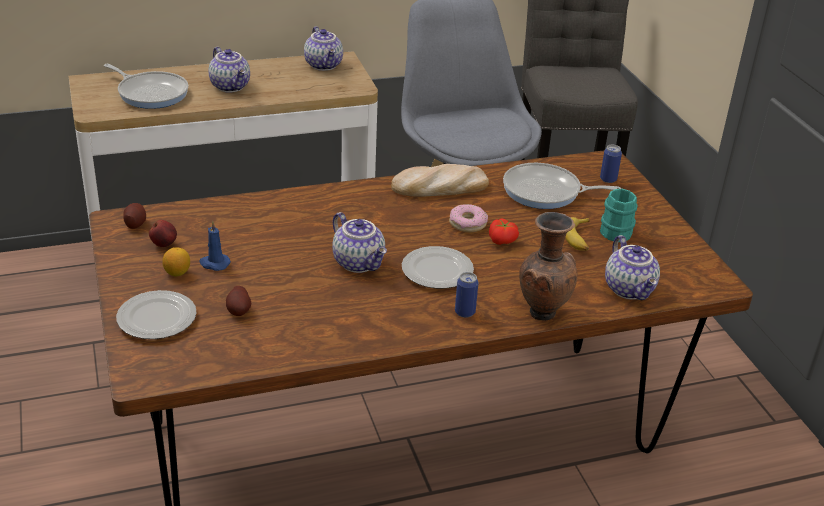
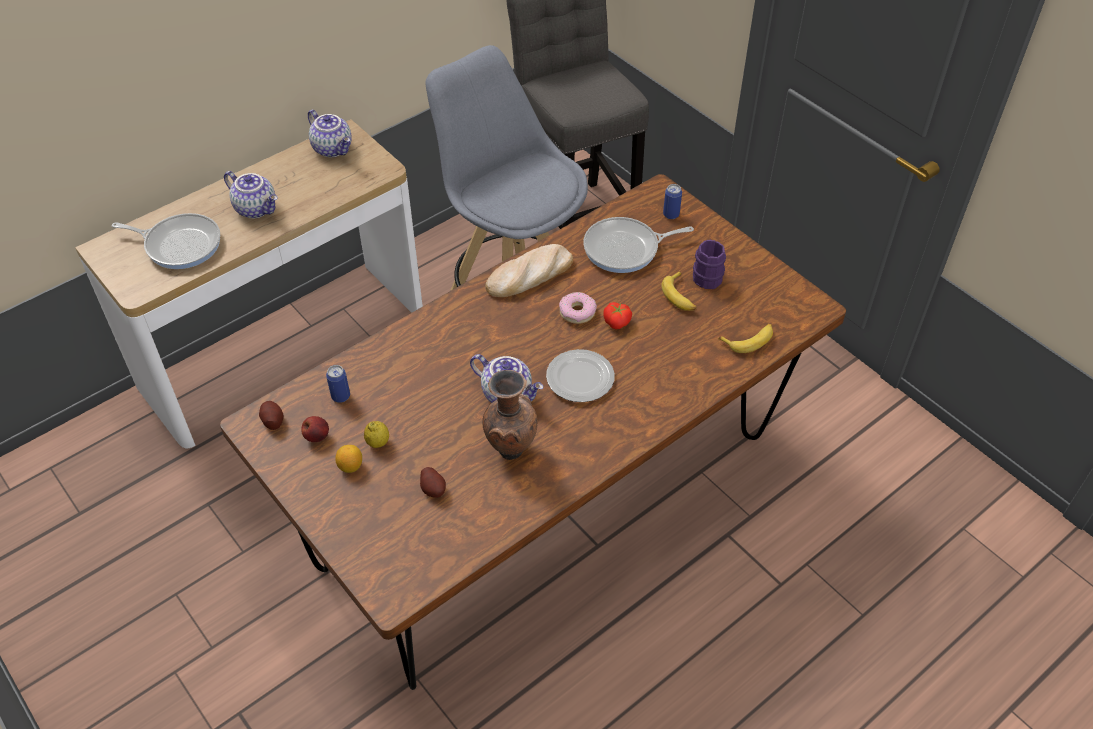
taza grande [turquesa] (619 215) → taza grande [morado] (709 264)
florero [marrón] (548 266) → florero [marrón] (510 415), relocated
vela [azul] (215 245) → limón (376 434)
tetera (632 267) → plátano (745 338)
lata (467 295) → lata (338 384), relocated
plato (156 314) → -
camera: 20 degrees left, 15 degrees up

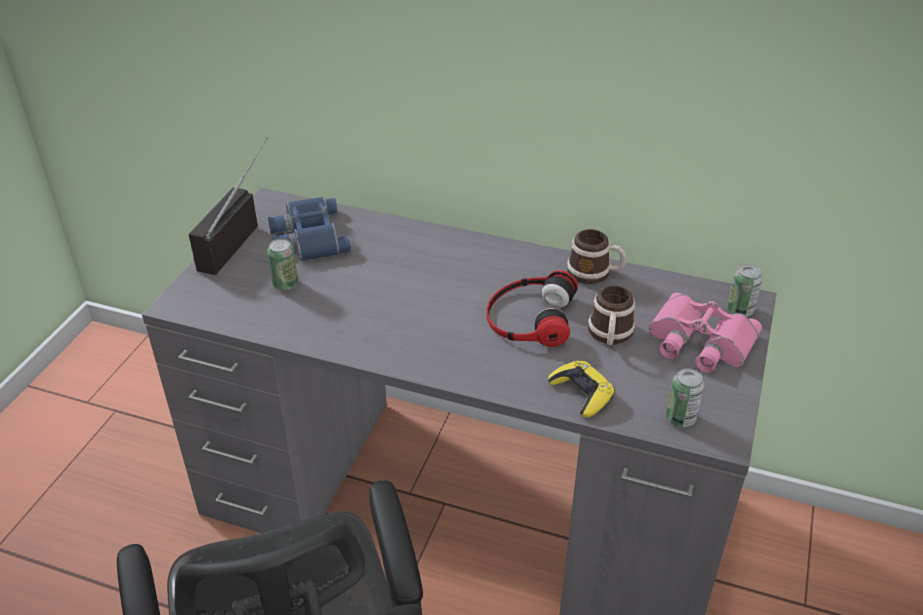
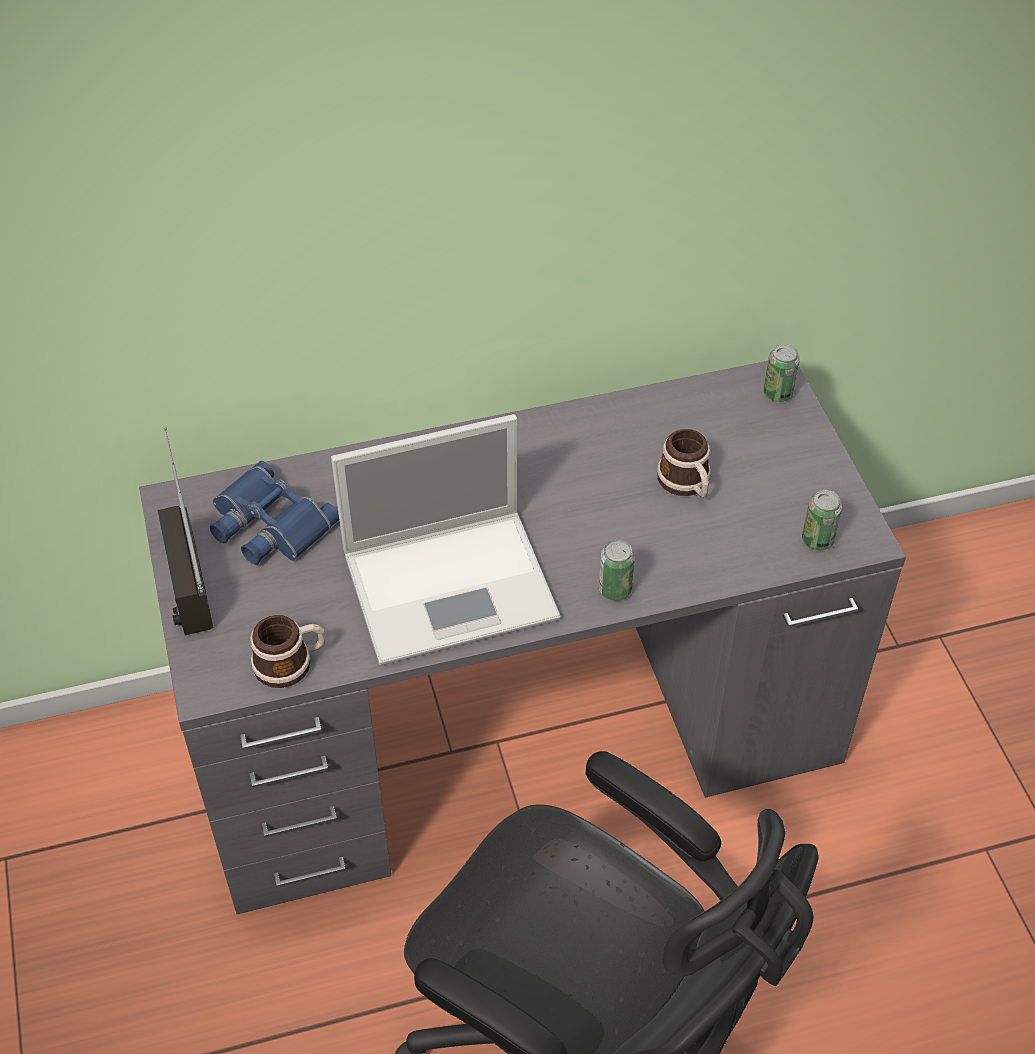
taza grande (596 256) → taza grande (288 651), relocated
lata (282 264) → lata (617 570), relocated
auriculares (532 308) → -
prismáticos [rosa] (705 333) → -
mando de consola [amarillo] (581 389) → -
- → portátil (446 540)
camera: 35 degrees left, 10 degrees up

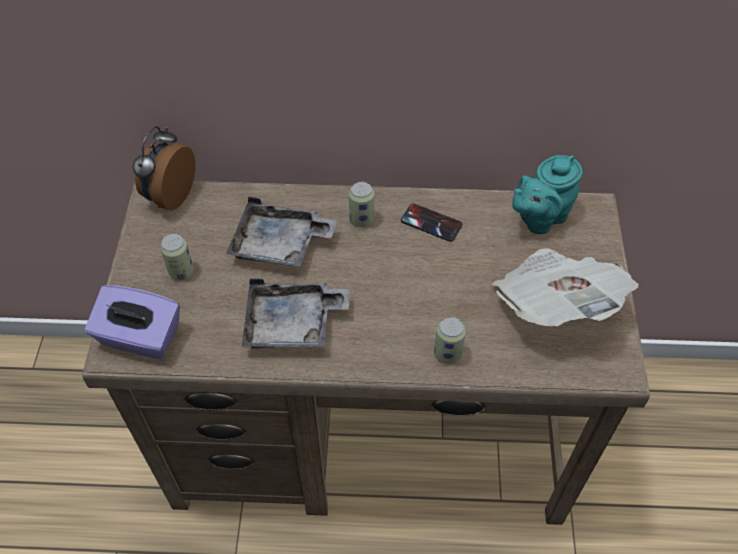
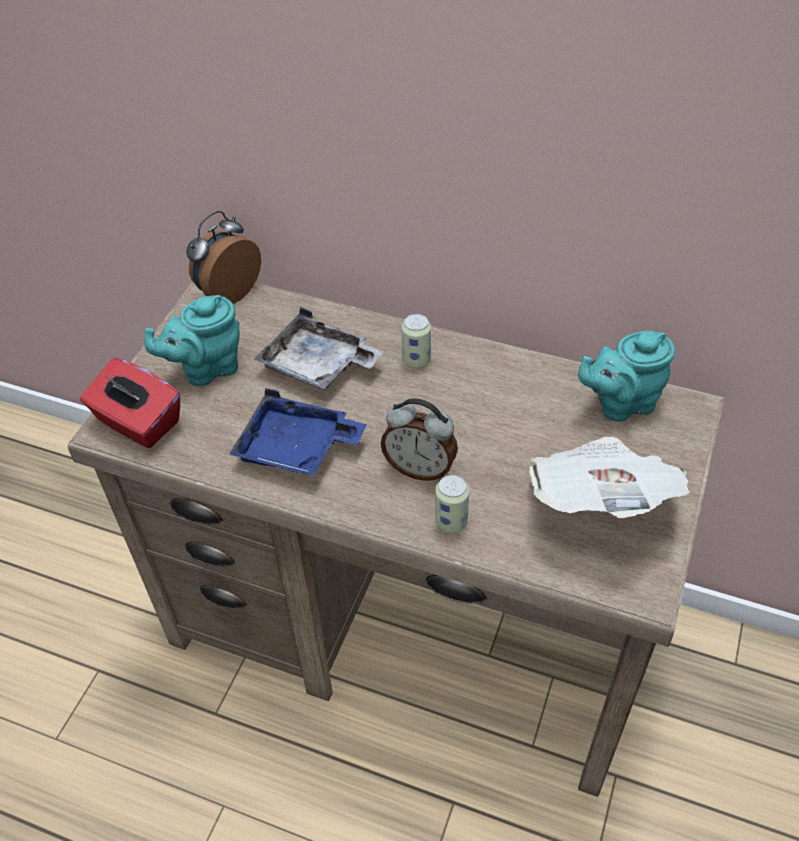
móvil (432 222) → -
lata (177 257) → tetera [turquesa] (192 340)
bandeja [gris] (296 313) → bandeja [azul] (298 432)
caja de pañuelos [morado] (132 322) → caja de pañuelos [rojo] (130 403)
- → despertador (419 439)
camera: 20 degrees right, 5 degrees down

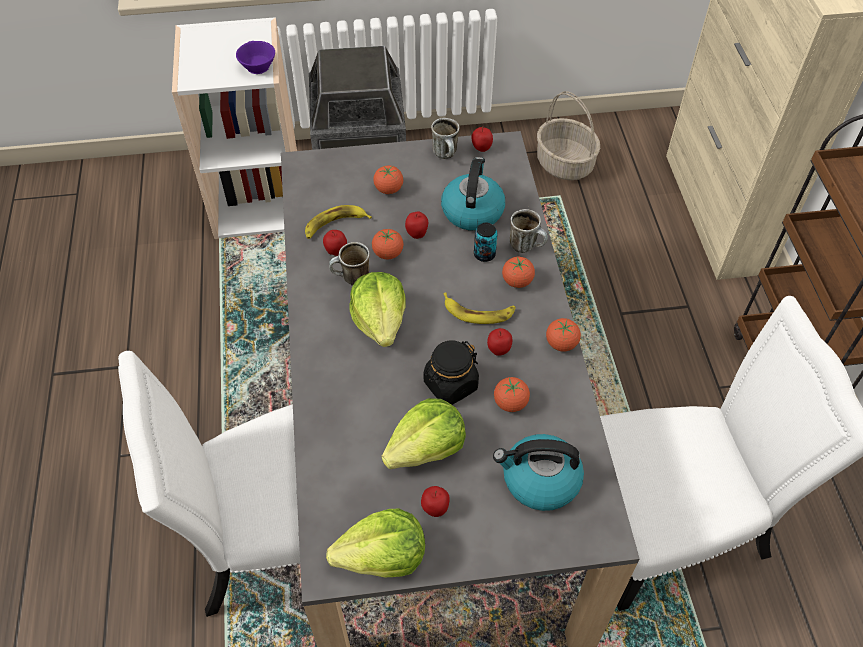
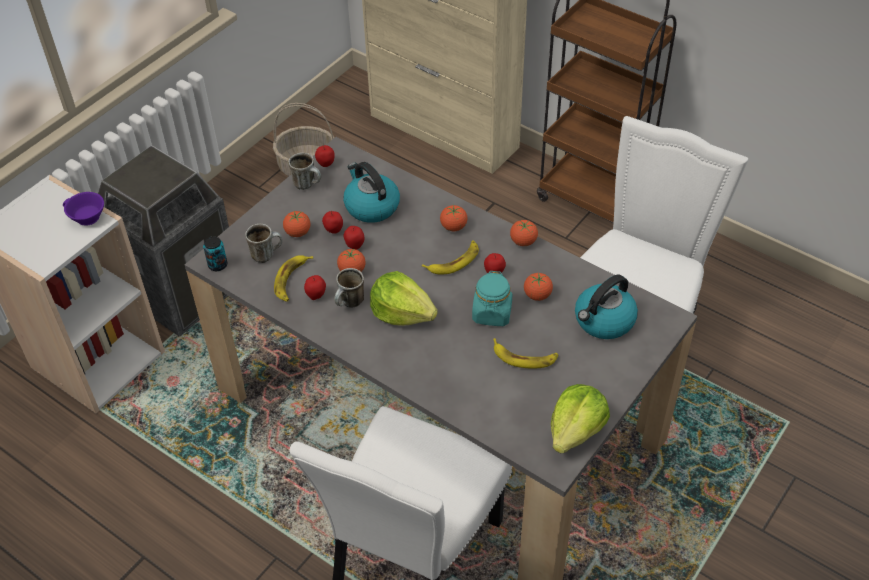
taza grande (529 231) → taza grande (264 243), relocated
lata (486 242) → lata (215 253), relocated
tarro [negro] (451 373) → tarro [turquesa] (492 298)
lechuga (423 433) → plátano (525 353)
manzana (435 501) → manzana (332 222), relocated
camera: 45 degrees left, 5 degrees down

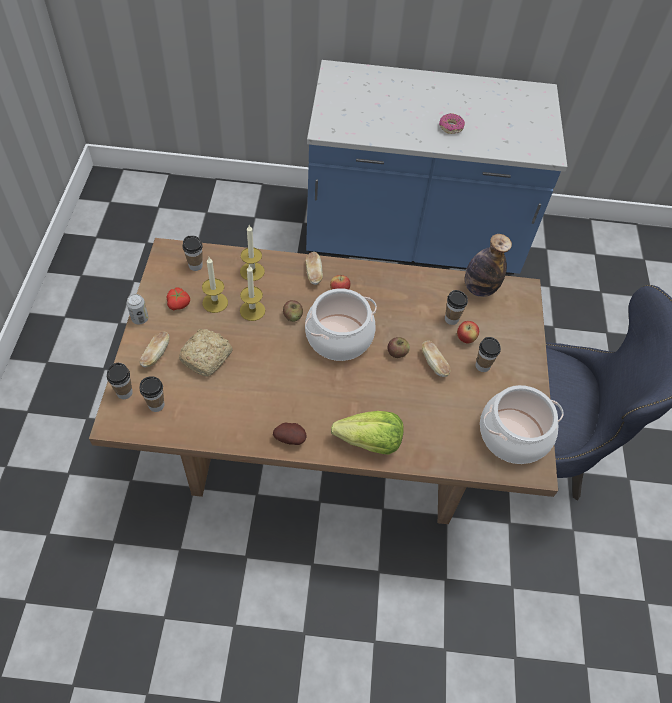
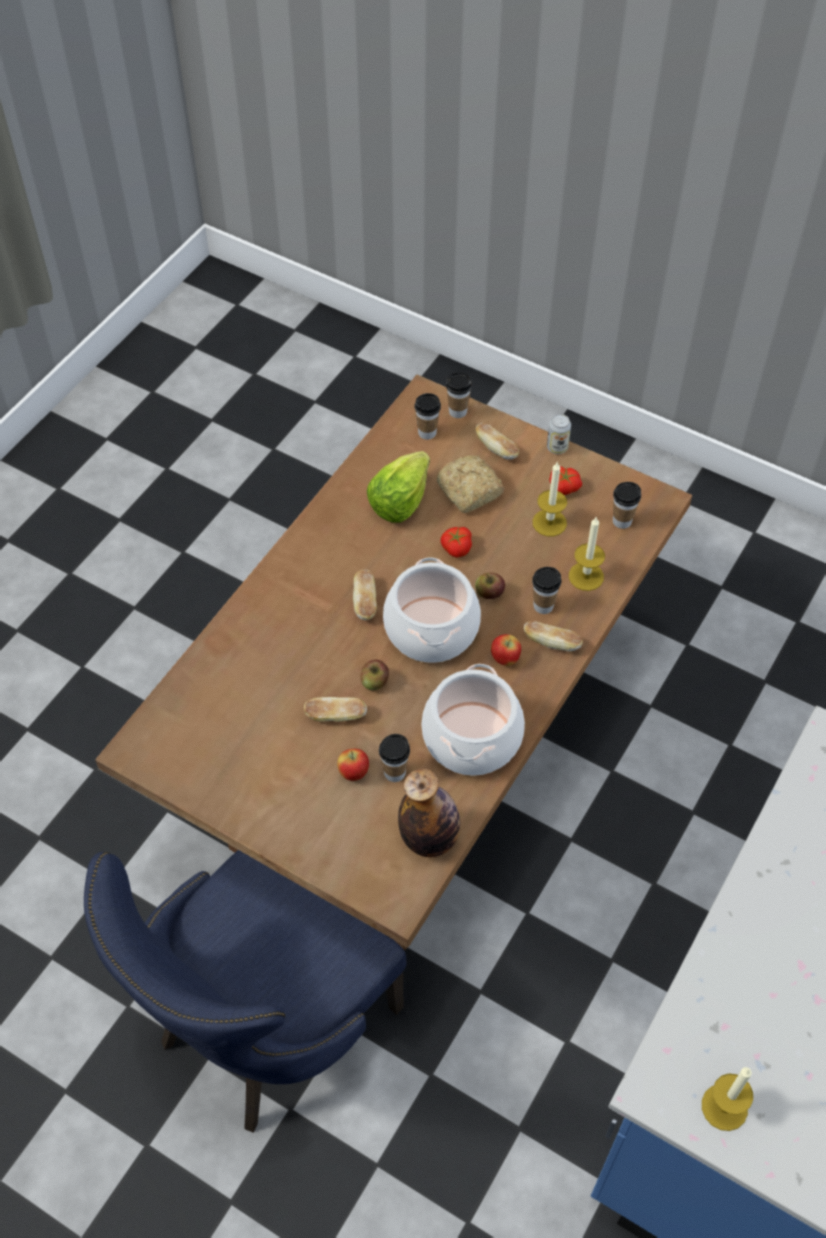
rosquilla (452 123) → -
vela (252 293) → vela (727 1099), relocated
taza (488 354) → taza (546 590), relocated
olla (522 424) → olla (473 720), relocated
lechuga (367 433) → lechuga (398 487), relocated
patata (290 433) → -
- → tomate (456 542)
- → pan (365 595)
camera: 120 degrees right, 0 degrees up

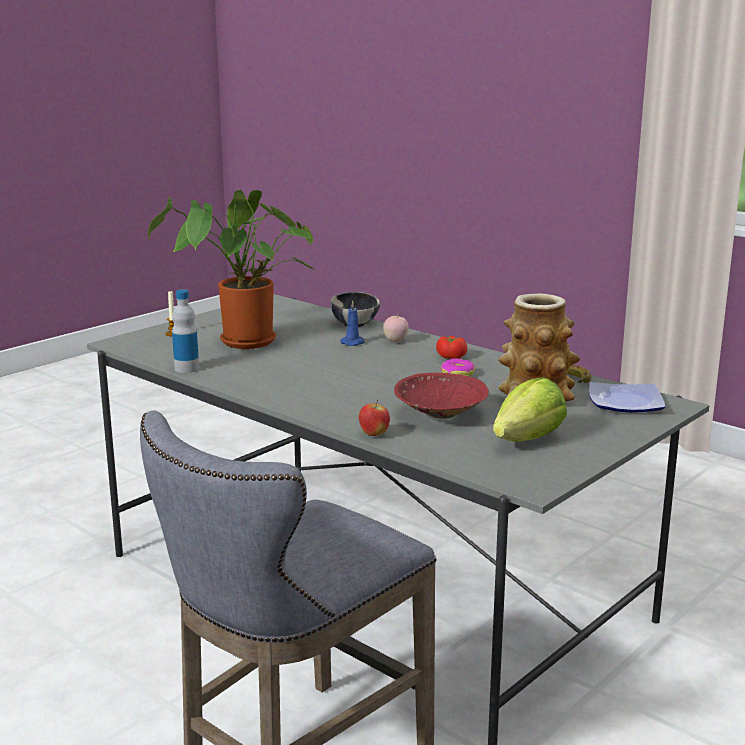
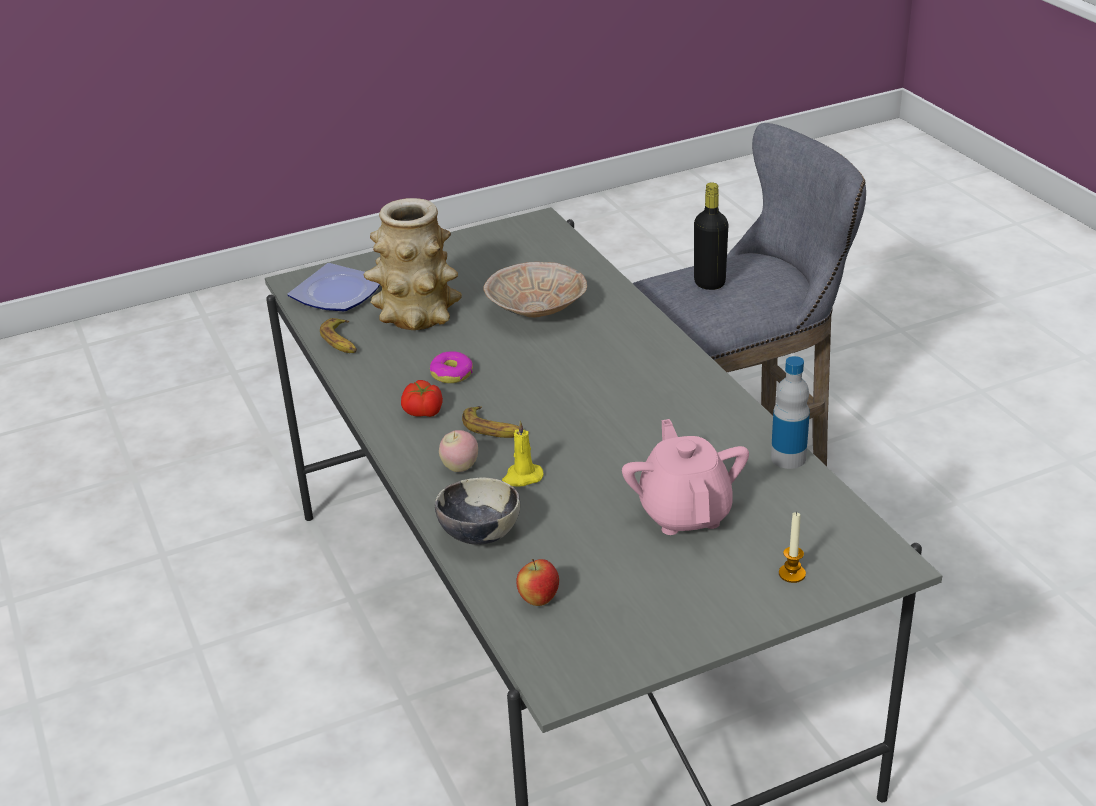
planta en maceta (232 269) → tetera [rosa] (685 477)
vela [azul] (352 323) → vela [amarillo] (523 454)
cuenco [rojo] (441 396) → cuenco [beis] (535 290)
lechuga (530 409) → -
manzana (374 418) → manzana (537 582), relocated
- → botella [negro] (711 236)
- → plátano (490 422)
camera: 155 degrees left, 15 degrees up

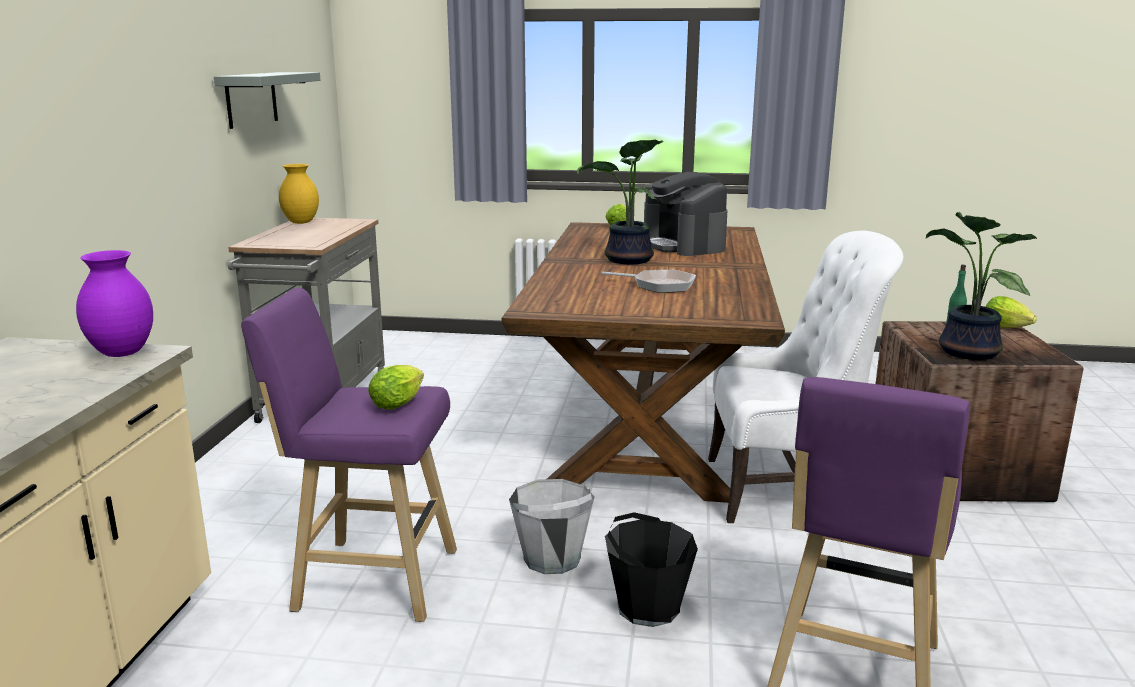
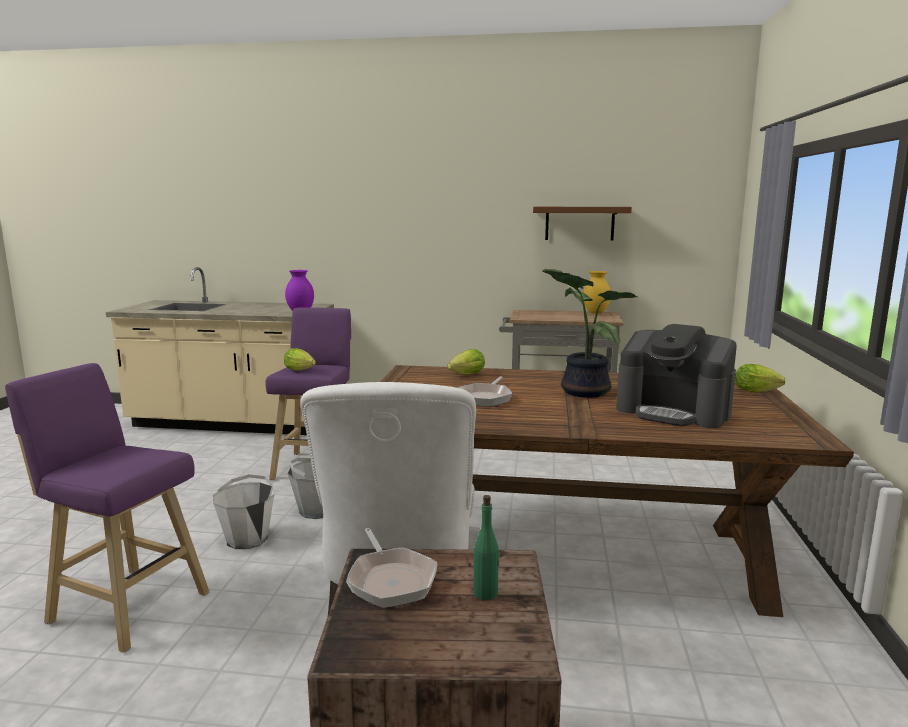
estante [gris] (267 100) → estante [marrón] (582 224)
cafetera (685 214) → cafetera (676 376), 120 degrees counterclockwise
planta en maceta (981 286) → sartén (391 568)
lechuga (1011 312) → lechuga (466 362), relocated
cubo [negro] (651 569) → cubo [blanco] (243 511)
camera: 90 degrees right, 5 degrees down

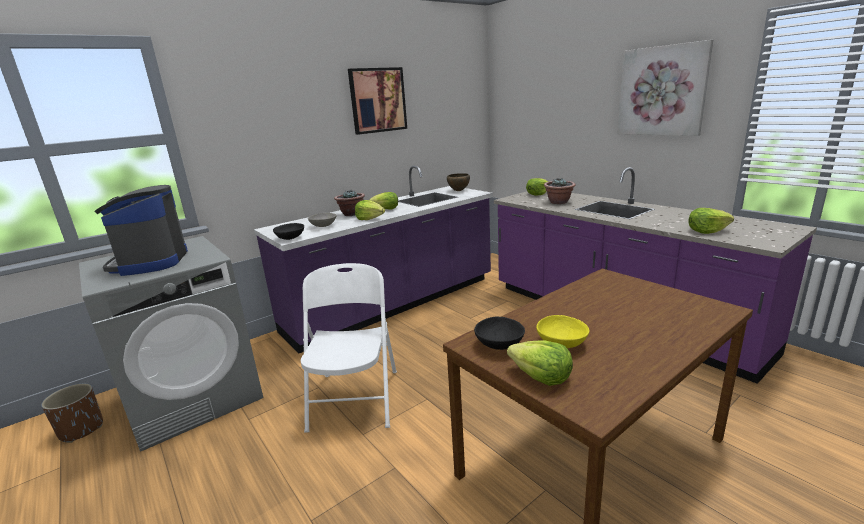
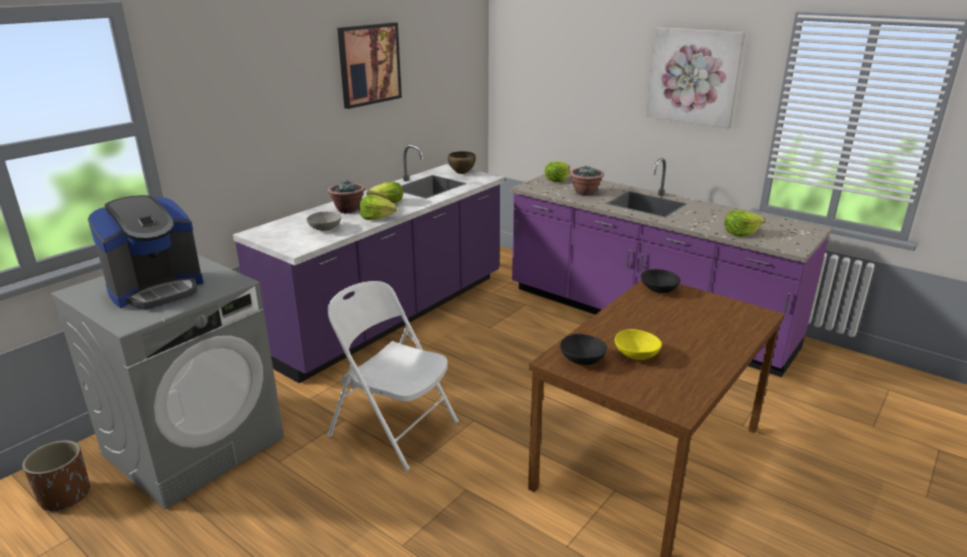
cafetera (141 230) → cafetera (145 252), 105 degrees counterclockwise
cuenco [negro] (288 231) → cuenco [negro] (661 281), relocated
silla [blanco] (349 348) → silla [blanco] (393 376), 45 degrees counterclockwise
lechuga (540 363) → -
camera: 15 degrees left, 5 degrees up

